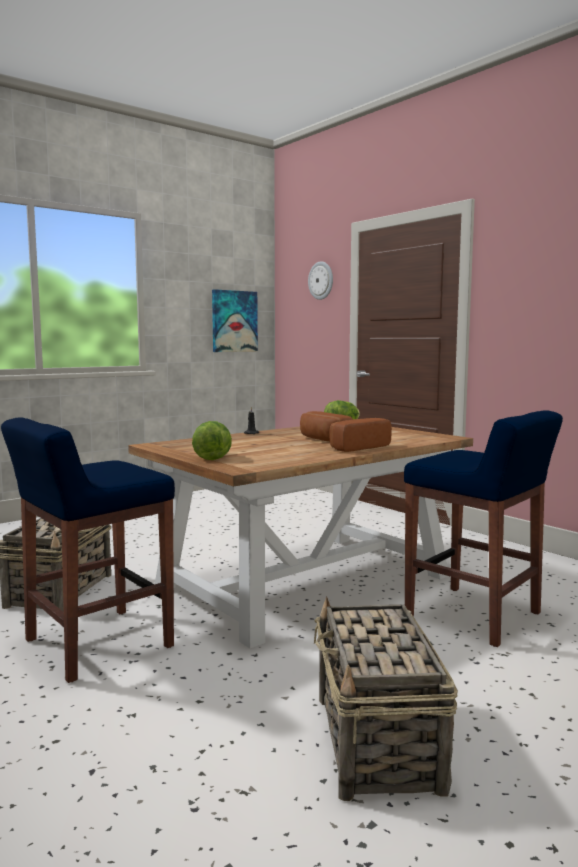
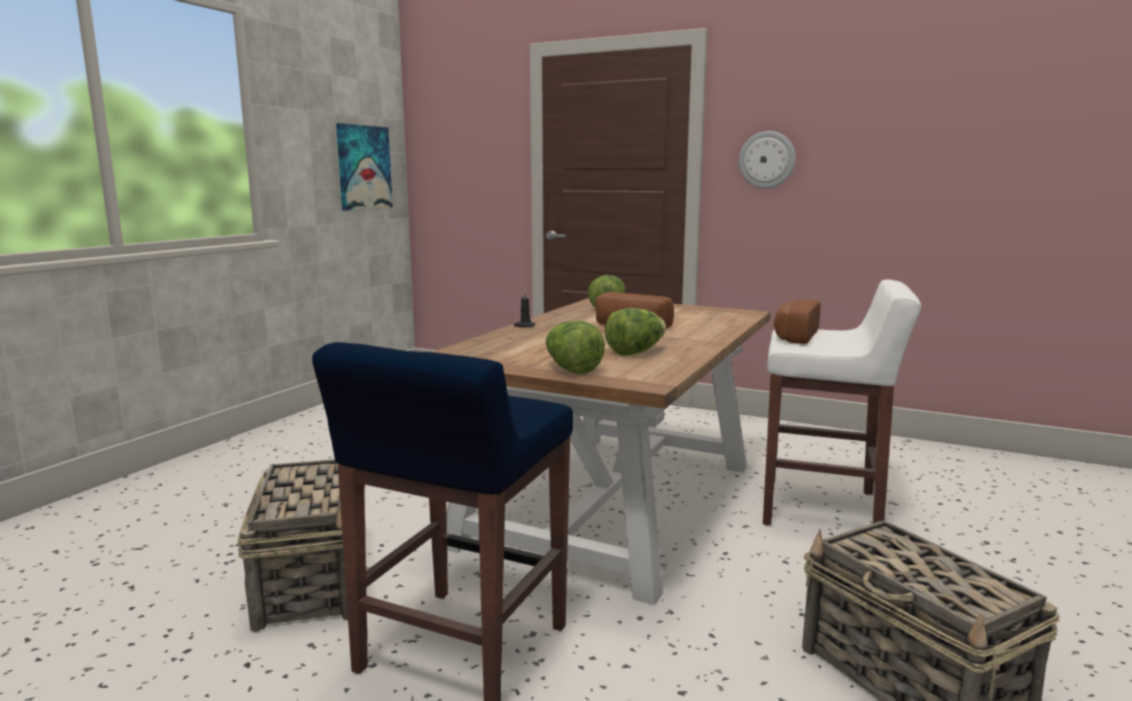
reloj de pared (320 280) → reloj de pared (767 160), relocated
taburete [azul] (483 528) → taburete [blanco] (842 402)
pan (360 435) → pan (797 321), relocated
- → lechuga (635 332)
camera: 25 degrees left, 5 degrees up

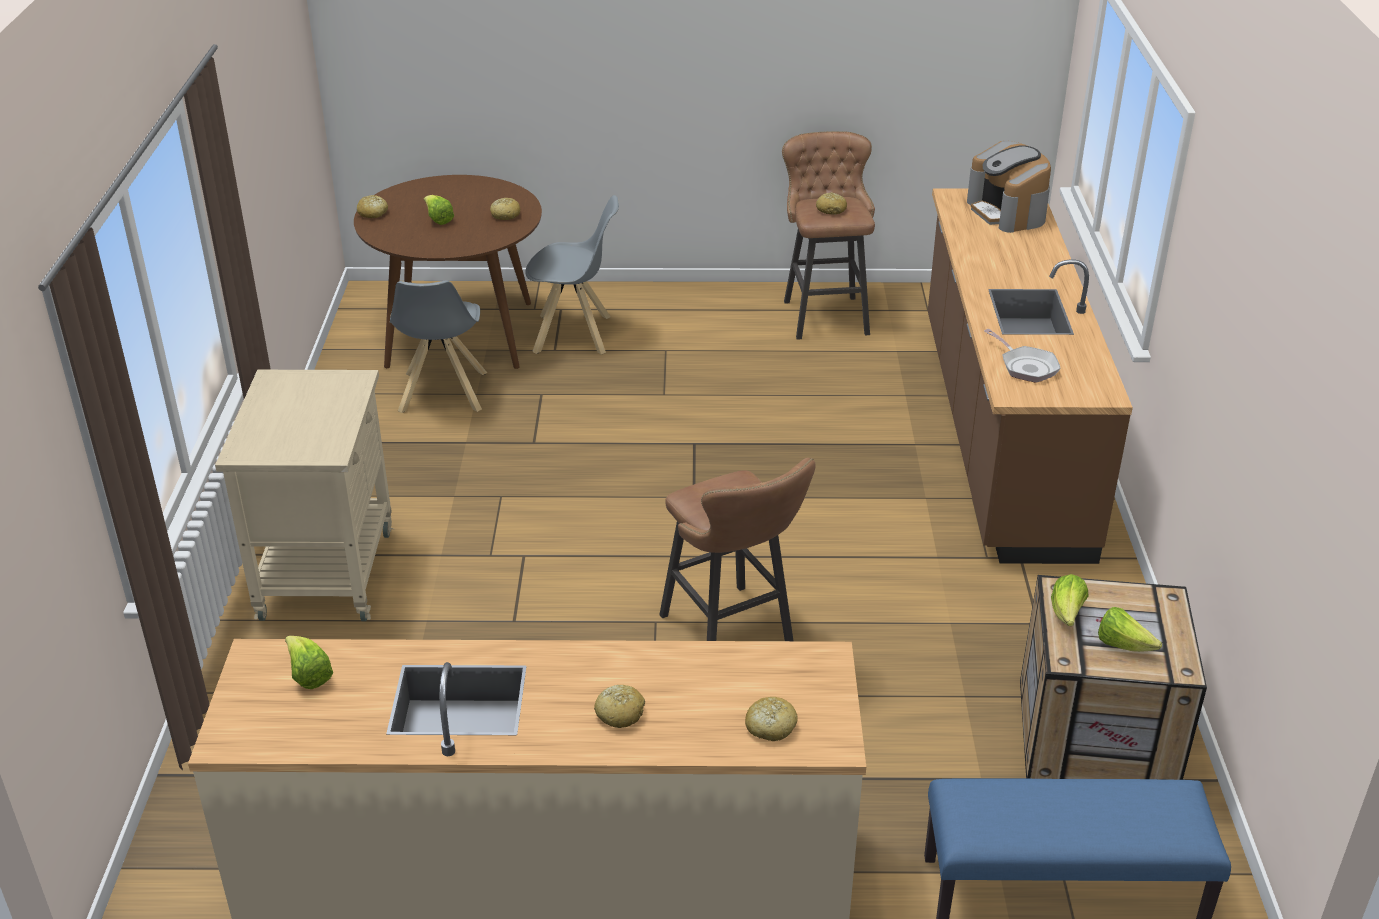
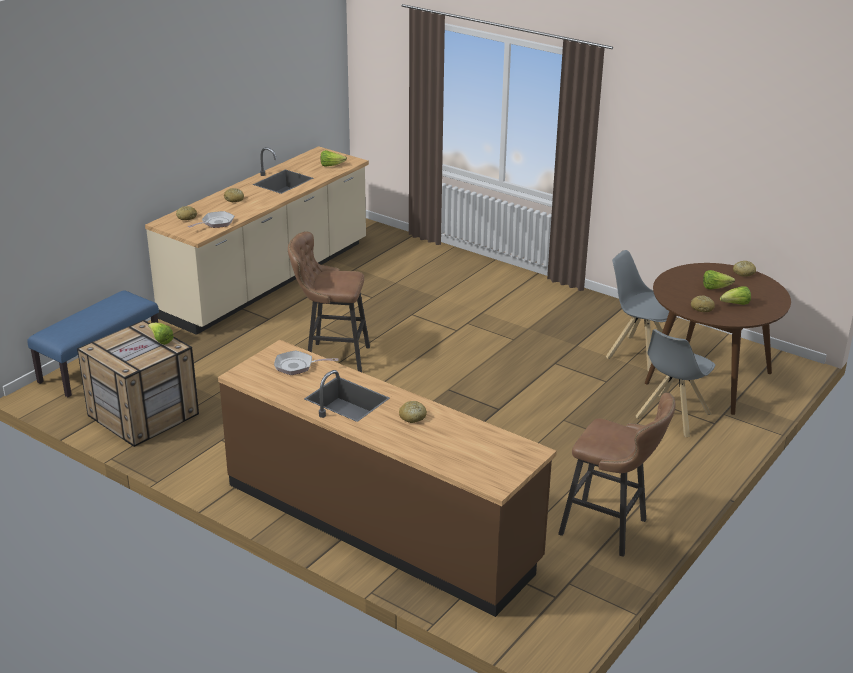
cafetera (1009 187) → -
pan (831 203) → pan (413 412), relocated
carrito [beis] (304 495) → -
lechuga (1130 629) → lechuga (735 295), relocated
- → sartén (211 219)
camera: 125 degrees right, 5 degrees down

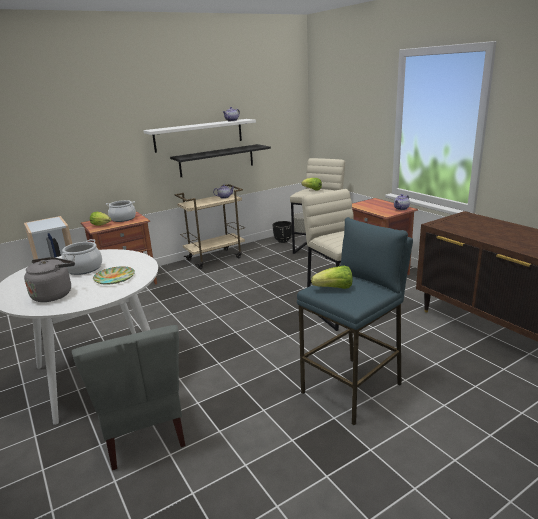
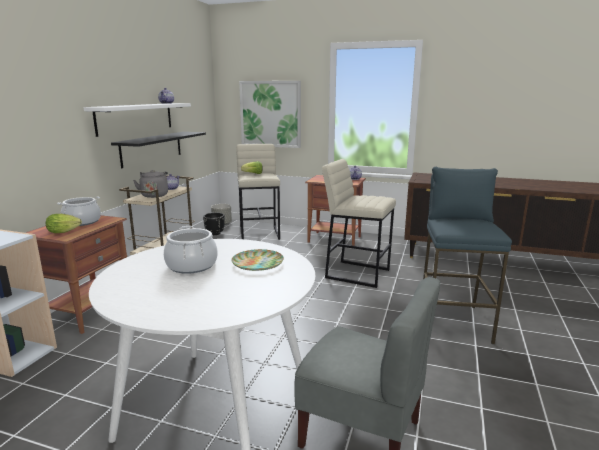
hervidor [gris] (49 279) → hervidor [gris] (150 184), relocated
lechuga (332 277) → -
- → cuadro (270 114)
camera: 40 degrees left, 5 degrees down

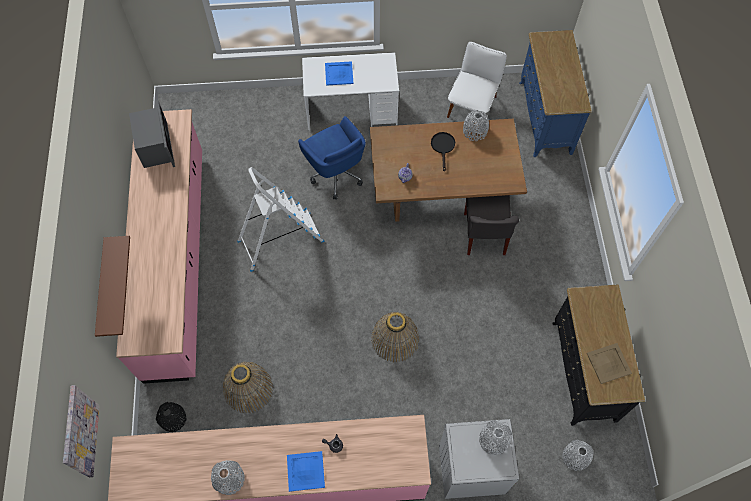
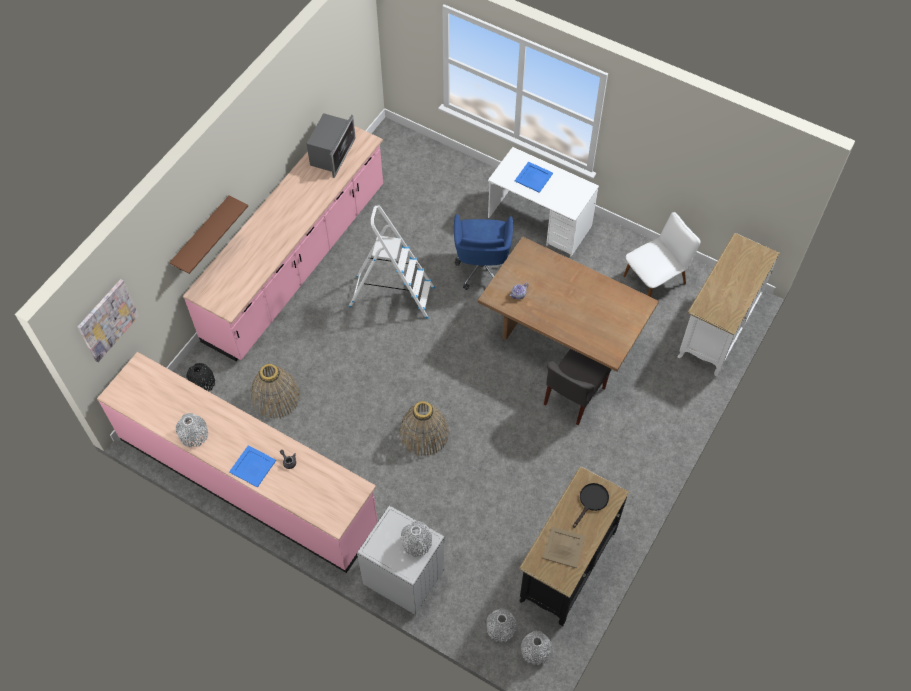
cómoda [azul] (555 93) → cómoda [blanco] (728 305)
florero [gris] (476 125) → florero [gris] (536 648), relocated
sartén [negro] (443 152) → sartén [negro] (591 505), relocated
camera: 35 degrees right, 5 degrees down

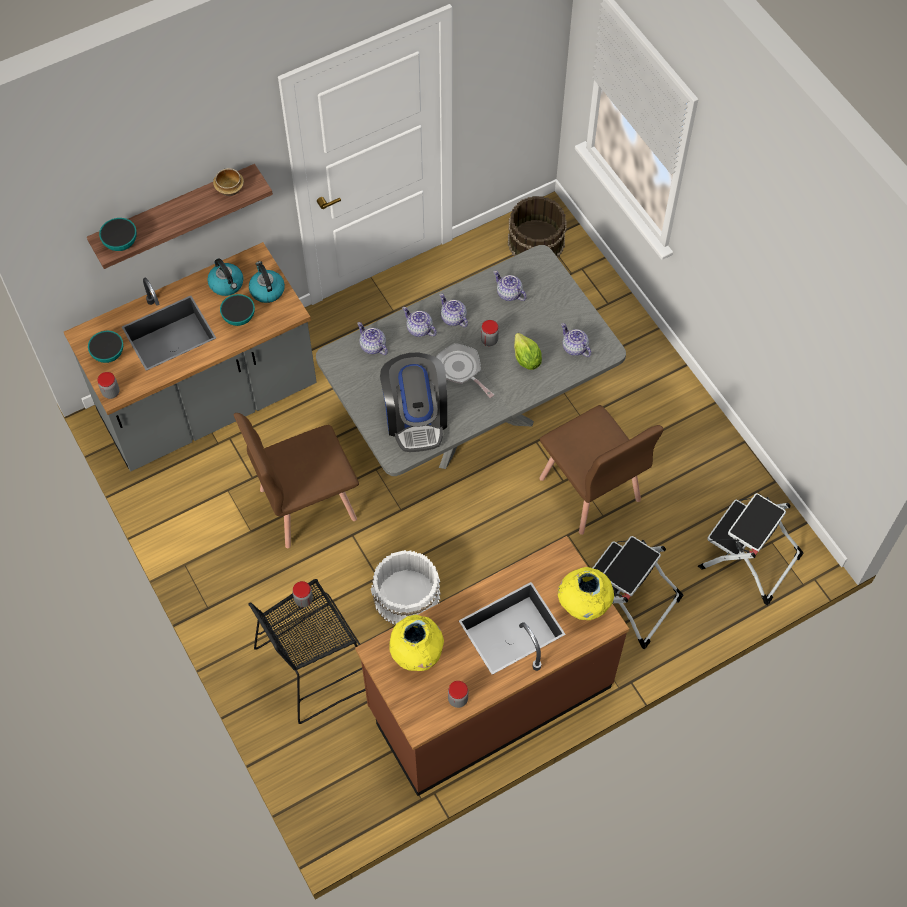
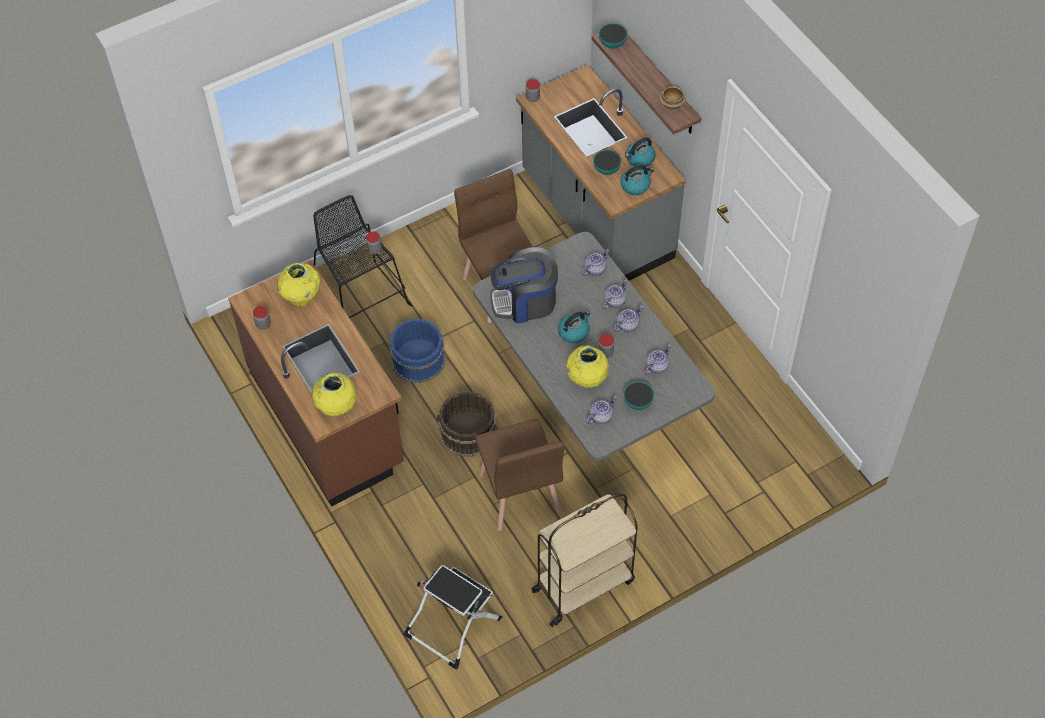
cubo [marrón] (537 227) → cubo [marrón] (466 424), relocated
cuenco (105 347) → cuenco (638 395), relocated
lechuga (528 351) → florero [amarillo] (587 367)
sartén (465 370) → hervidor (574 327)
silla [marrón] (601 470) → silla [marrón] (520 475), 75 degrees counterclockwise
escalera de tijera (638 592) → -
cubo [blanco] (406 588) → cubo [azul] (417 350)
- → carrito [beis] (585 560)
camera: 90 degrees right, 5 degrees down

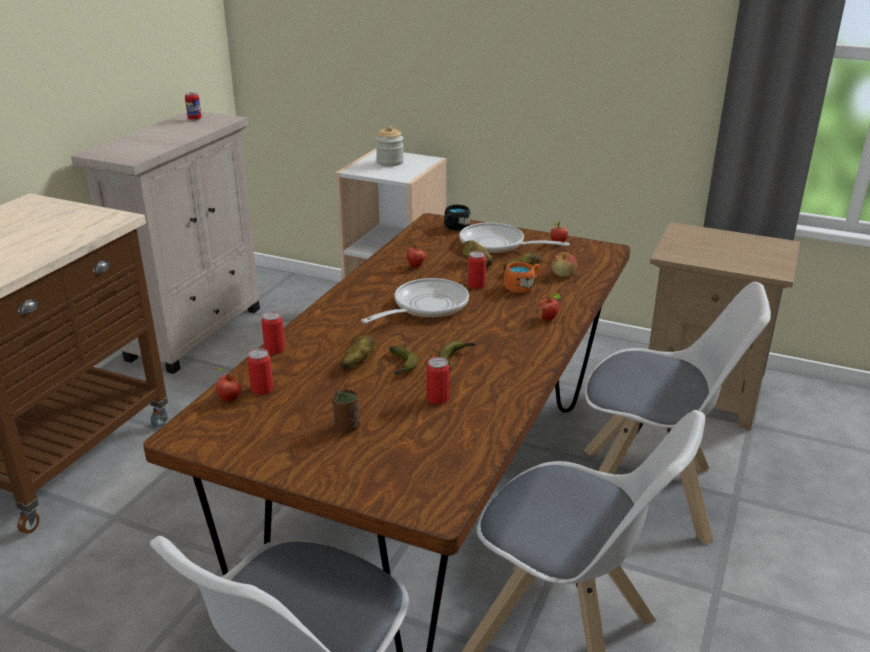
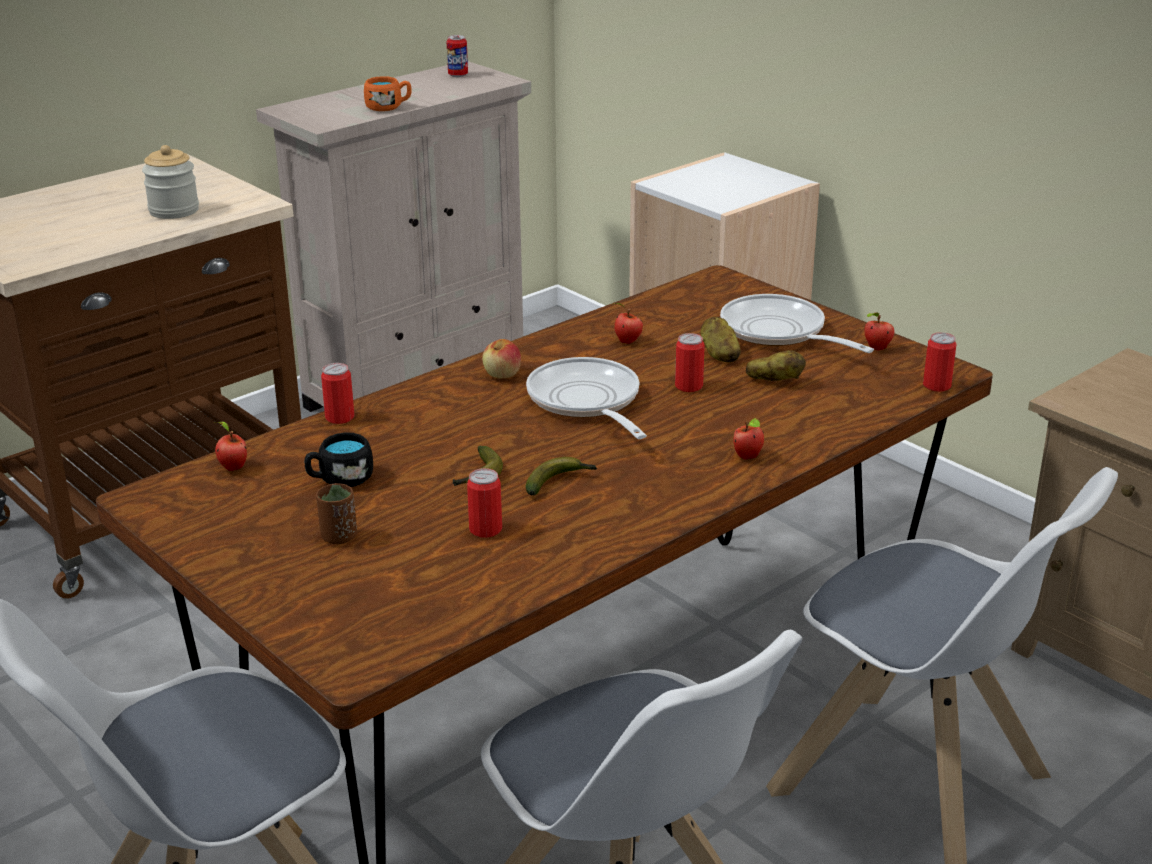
tarro (390 146) → tarro (170 182), relocated
taza grande [negro] (457 218) → taza grande [negro] (339 459), relocated
manzana (564 264) → manzana (501 359), relocated
taza grande [naranja] (522 277) → taza grande [naranja] (388 93), relocated
sartén (415 300) → sartén (586 398), 90 degrees counterclockwise
patata (358 352) → -
lata (260 371) → lata (940 362), relocated
camera: 25 degrees right, 0 degrees up

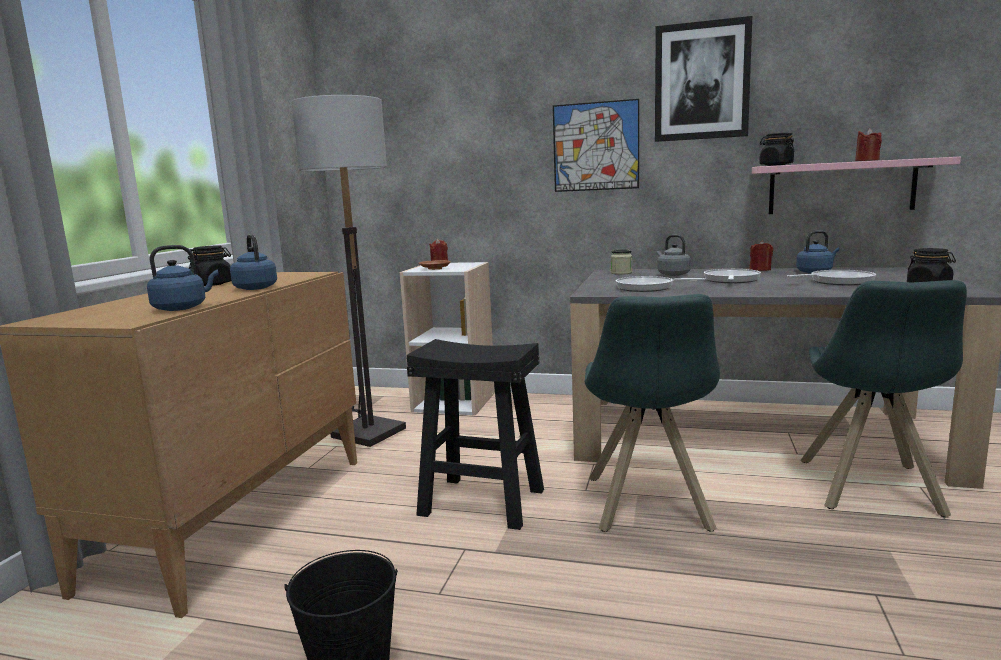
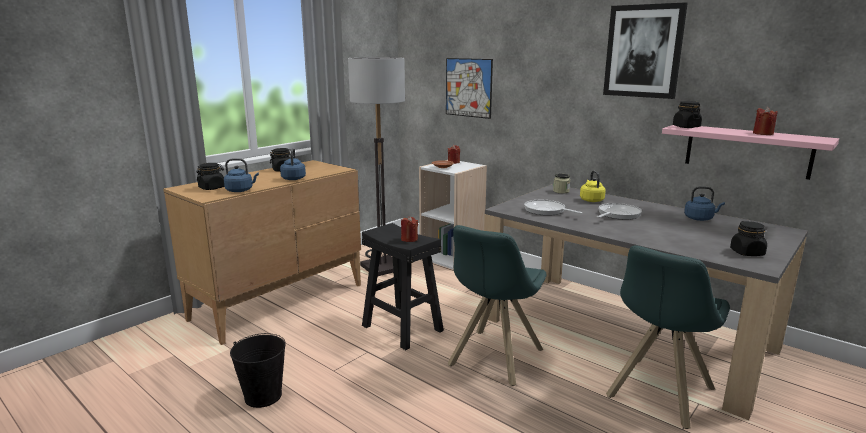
cuadro (596 145) → cuadro (469 88), relocated
hervidor [gris] (674 255) → hervidor [amarillo] (593 186)
vela [rojo] (761 255) → vela [rojo] (409 229), relocated
sartén (831 277) → -
- → tarro [negro] (210 176)
camera: 25 degrees right, 5 degrees up

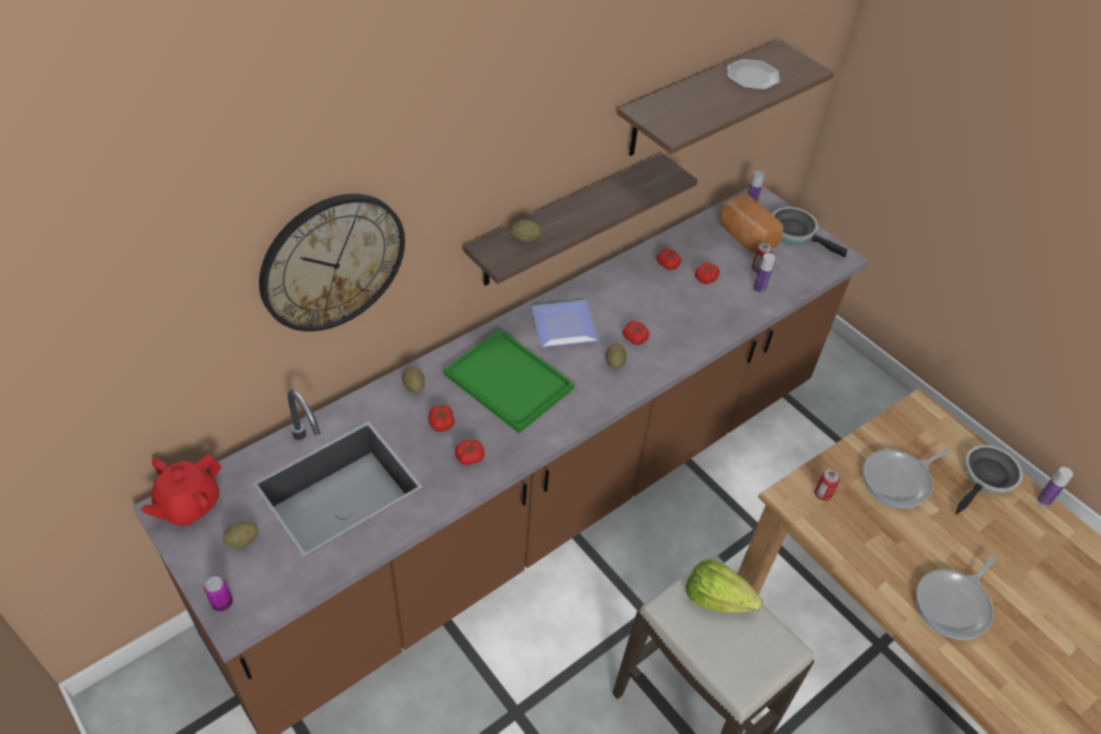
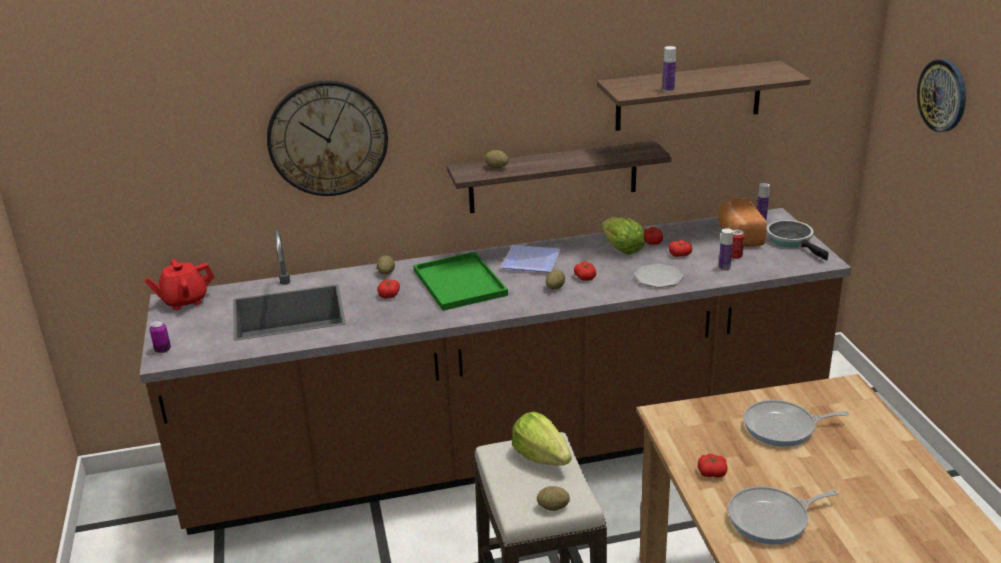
plato (753 74) → plato (659 276), relocated
tomate (470 452) → tomate (712 465), relocated
sartén (989 480) → -
botella (1055 486) → botella (669 69), relocated
lata (827 485) → -
patata (241 534) → patata (553 498), relocated
- → reloj de pared (941 95)
- → lechuga (623 235)
camera: 30 degrees right, 20 degrees down

